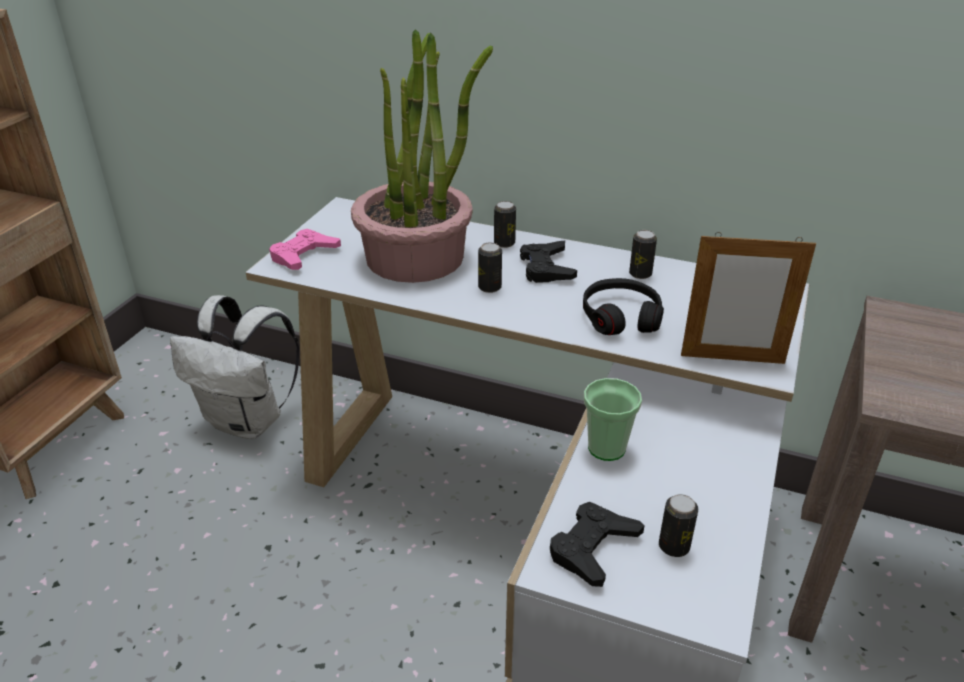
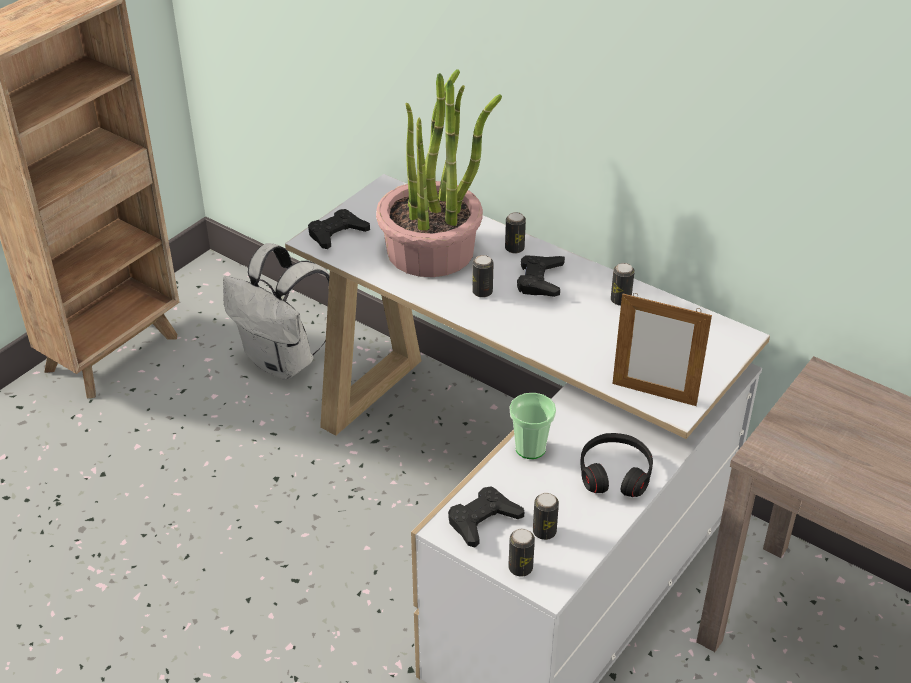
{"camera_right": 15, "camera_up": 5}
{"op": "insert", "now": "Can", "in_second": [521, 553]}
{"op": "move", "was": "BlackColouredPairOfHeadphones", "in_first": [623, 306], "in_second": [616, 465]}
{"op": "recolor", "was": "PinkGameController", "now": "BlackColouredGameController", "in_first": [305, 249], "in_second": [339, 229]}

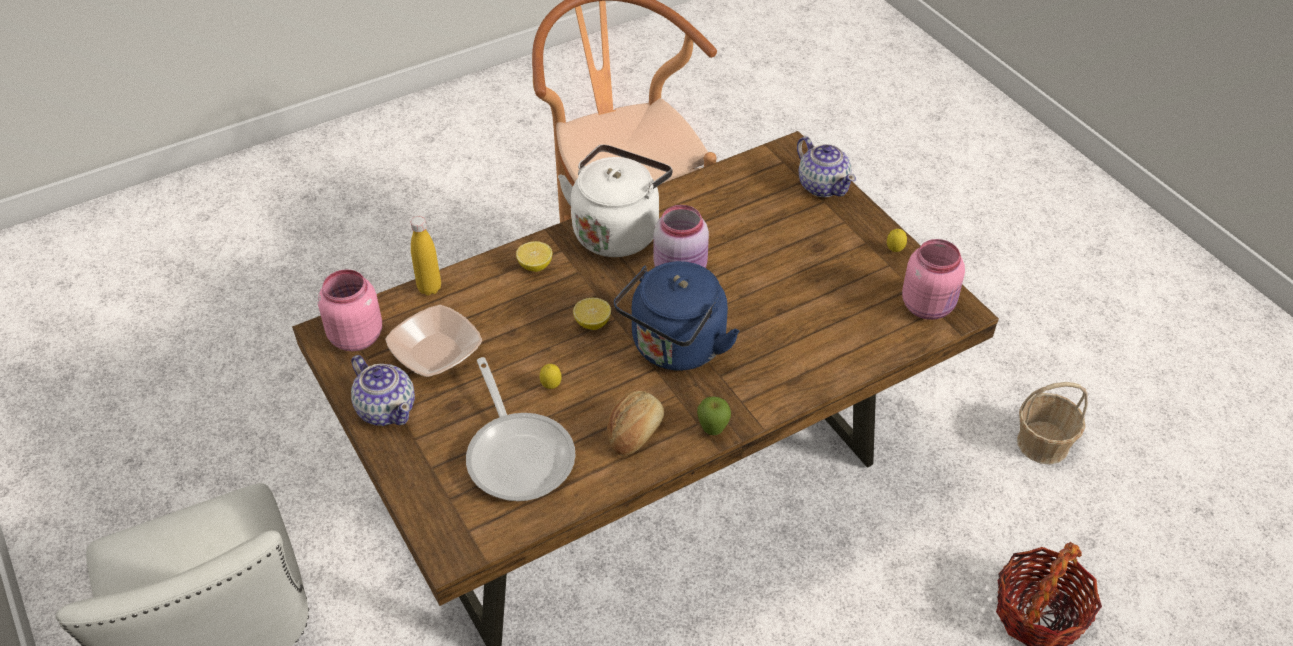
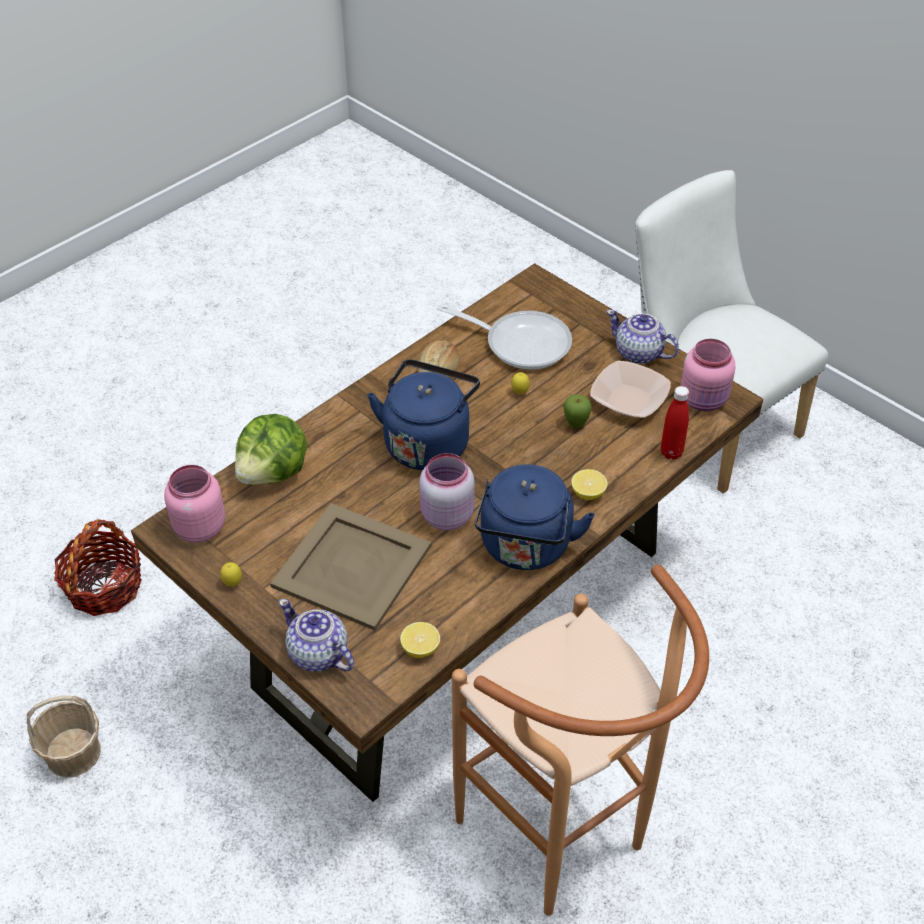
{"camera_right": 165, "camera_up": 0}
{"op": "insert", "now": "LettuceHead", "in_second": [271, 449]}
{"op": "insert", "now": "SandColouredServingTray", "in_second": [351, 566]}
{"op": "move", "was": "WholeLemon", "in_first": [592, 314], "in_second": [420, 640]}
{"op": "move", "was": "AppleFruit", "in_first": [714, 415], "in_second": [577, 411]}
{"op": "recolor", "was": "YellowBeverageBottle", "now": "RedBeverageBottle", "in_first": [426, 255], "in_second": [675, 423]}
{"op": "recolor", "was": "WhitishWaterKettle", "now": "BluishWaterKettle", "in_first": [615, 200], "in_second": [535, 517]}
{"op": "rotate", "was": "Pan", "in_first": [521, 429], "in_second": [504, 337], "clockwise": 150}

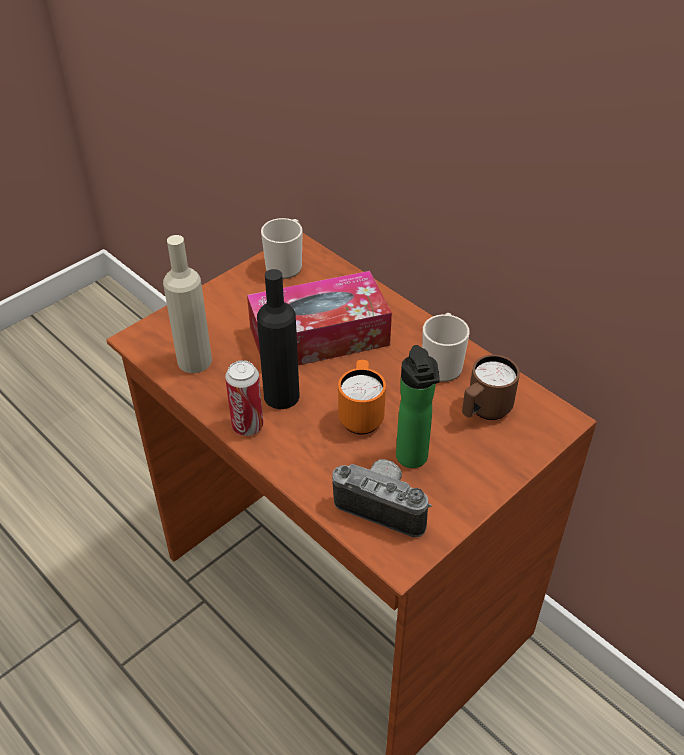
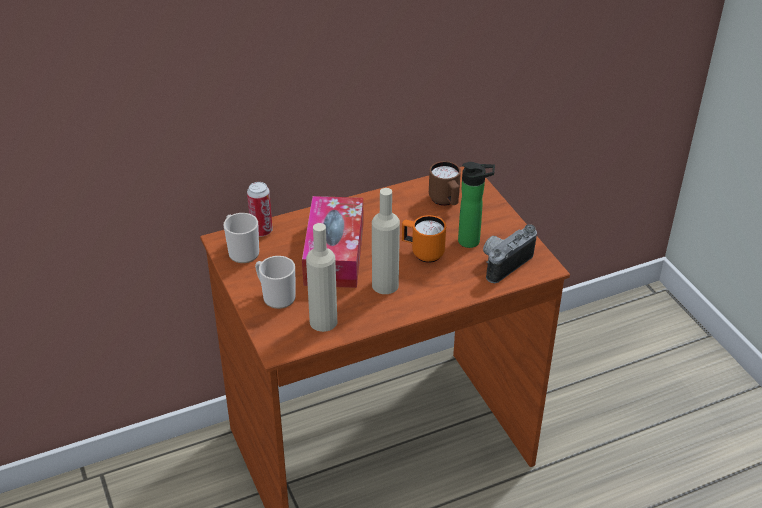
{"camera_right": -70, "camera_up": -5}
{"op": "move", "was": "Can", "in_first": [244, 398], "in_second": [260, 209]}
{"op": "move", "was": "Mug", "in_first": [446, 347], "in_second": [275, 282]}
{"op": "recolor", "was": "BlackColouredBeverageBottle", "now": "SandColouredBeverageBottle", "in_first": [278, 339], "in_second": [386, 241]}

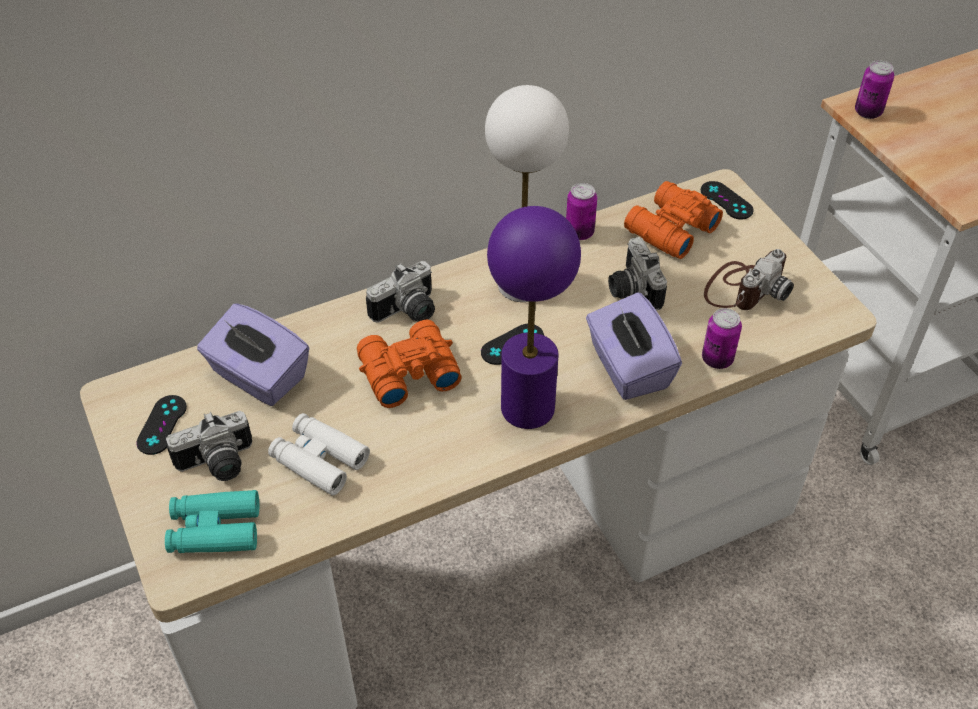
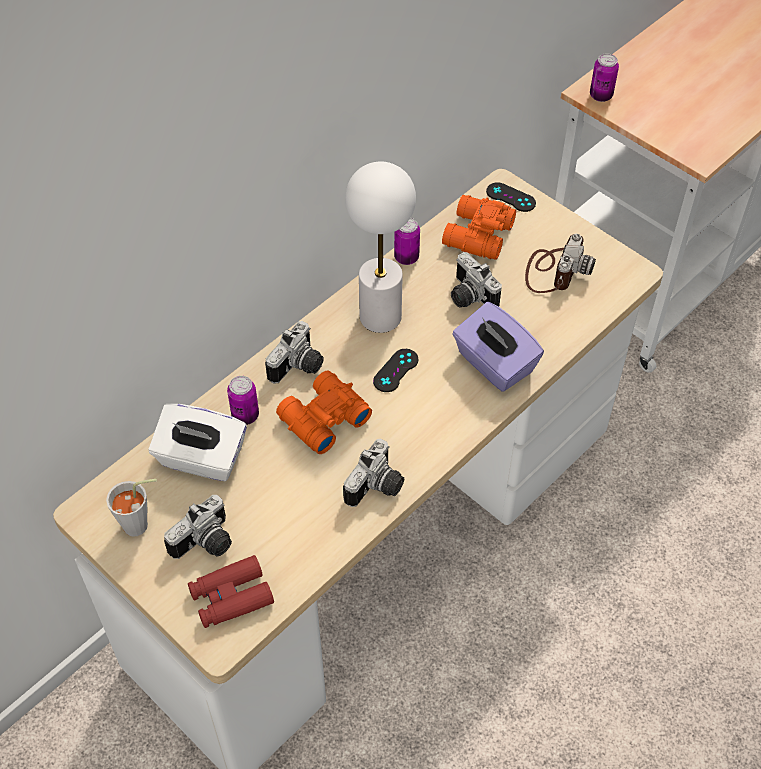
{"camera_right": -20, "camera_up": 5}
{"op": "delete", "was": "WhitishPairOfBinoculars", "in_first": [319, 454]}
{"op": "delete", "was": "PurplishTabletopLamp", "in_first": [534, 317]}
{"op": "insert", "now": "StillCamera", "in_second": [373, 473]}
{"op": "move", "was": "Can", "in_first": [722, 338], "in_second": [243, 400]}
{"op": "replace", "was": "BlackColouredGameController", "now": "GrayDrinkingCup", "in_first": [161, 425], "in_second": [131, 508]}
{"op": "recolor", "was": "TurquoisePairOfBinoculars", "now": "RedPairOfBinoculars", "in_first": [212, 521], "in_second": [231, 591]}
{"op": "recolor", "was": "PurplishTissueHolder", "now": "WhitishTissueHolder", "in_first": [253, 354], "in_second": [198, 442]}

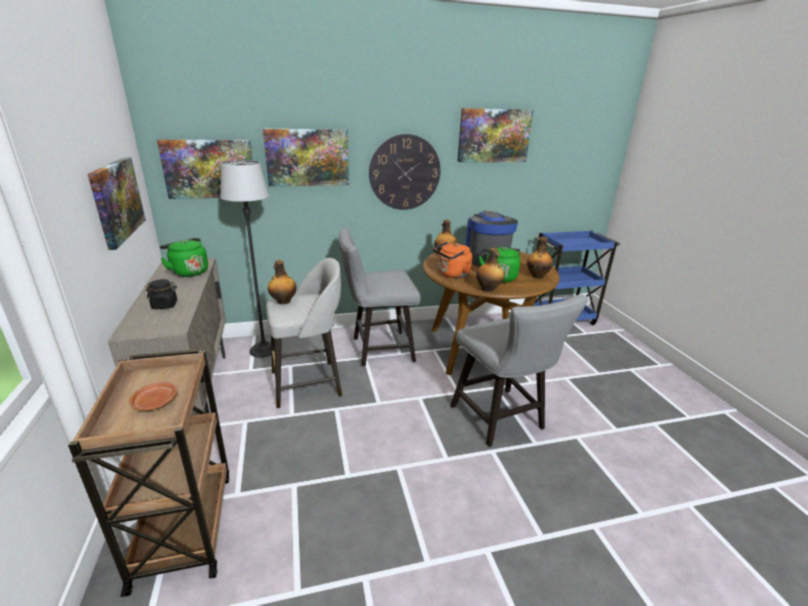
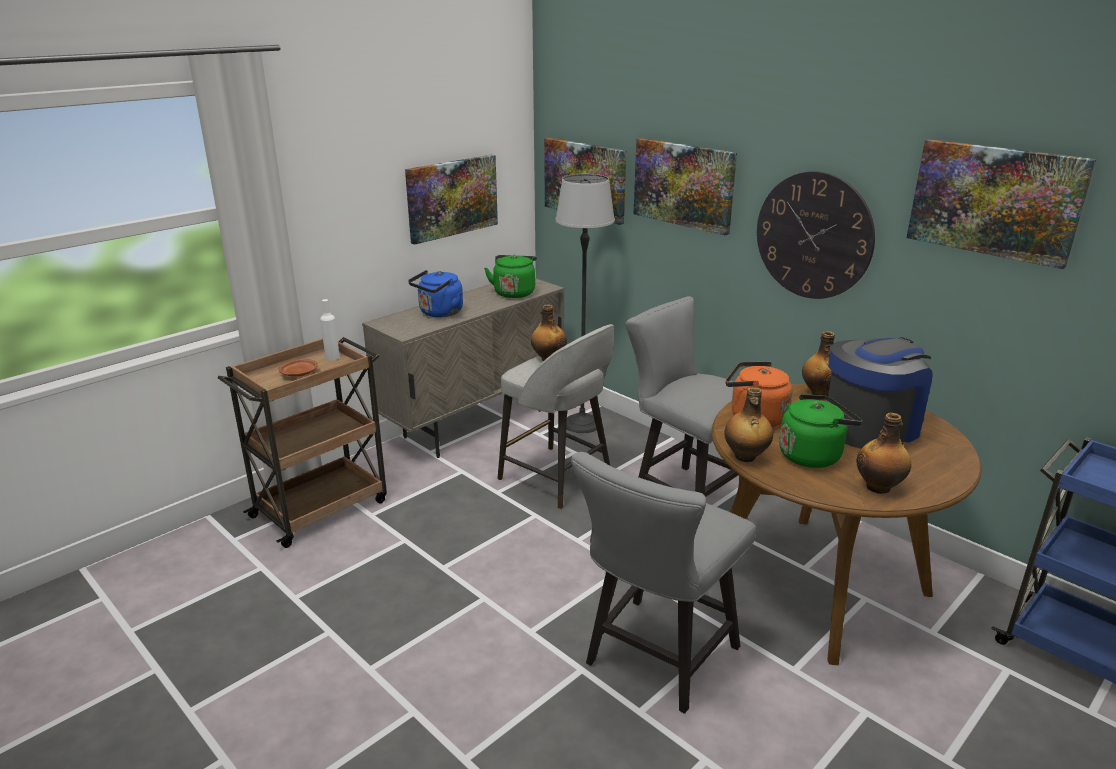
{"camera_right": 60, "camera_up": 0}
{"op": "insert", "now": "WhitishBeverageBottle", "in_second": [330, 329]}
{"op": "replace", "was": "BlackColouredPreserveJar", "now": "BluishWaterKettle", "in_first": [161, 294], "in_second": [435, 293]}

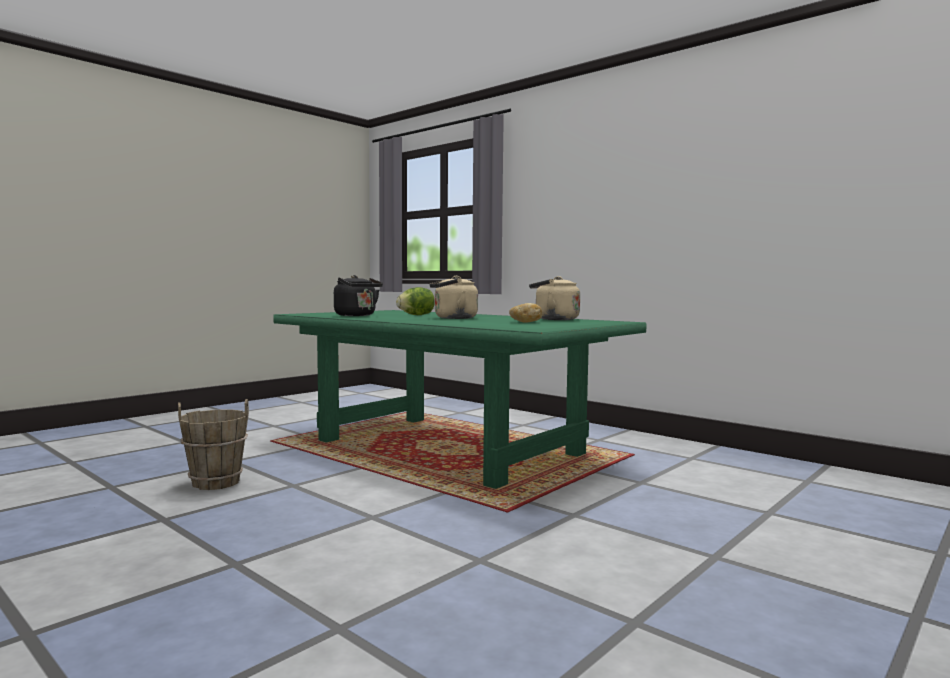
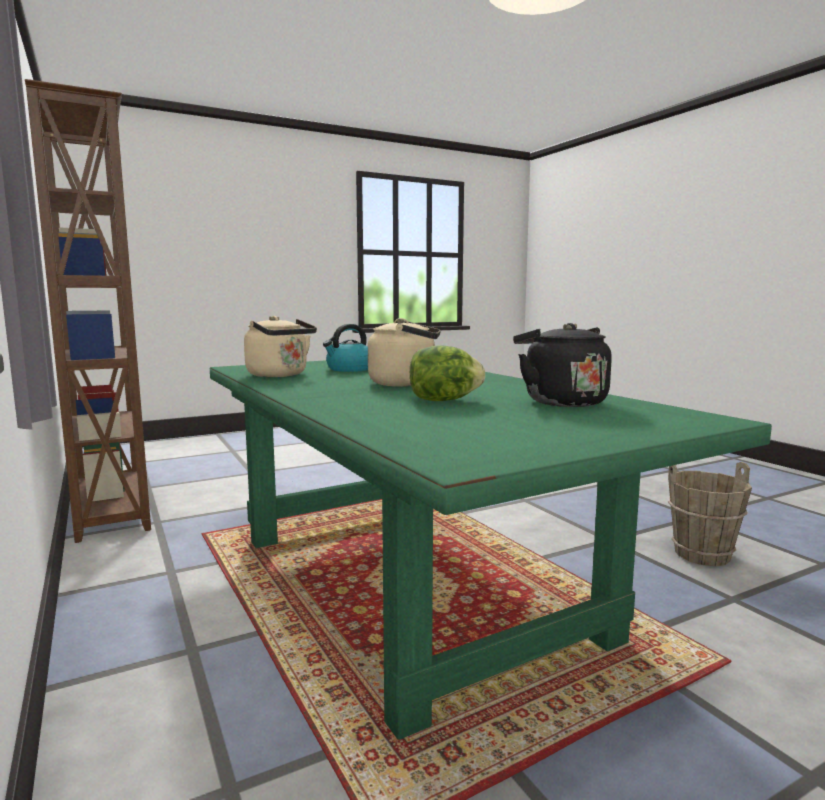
{"camera_right": -160, "camera_up": 5}
{"op": "insert", "now": "BrownishShelvingUnit", "in_second": [88, 311]}
{"op": "replace", "was": "BakeryBread", "now": "WaterKettle", "in_first": [526, 313], "in_second": [345, 348]}

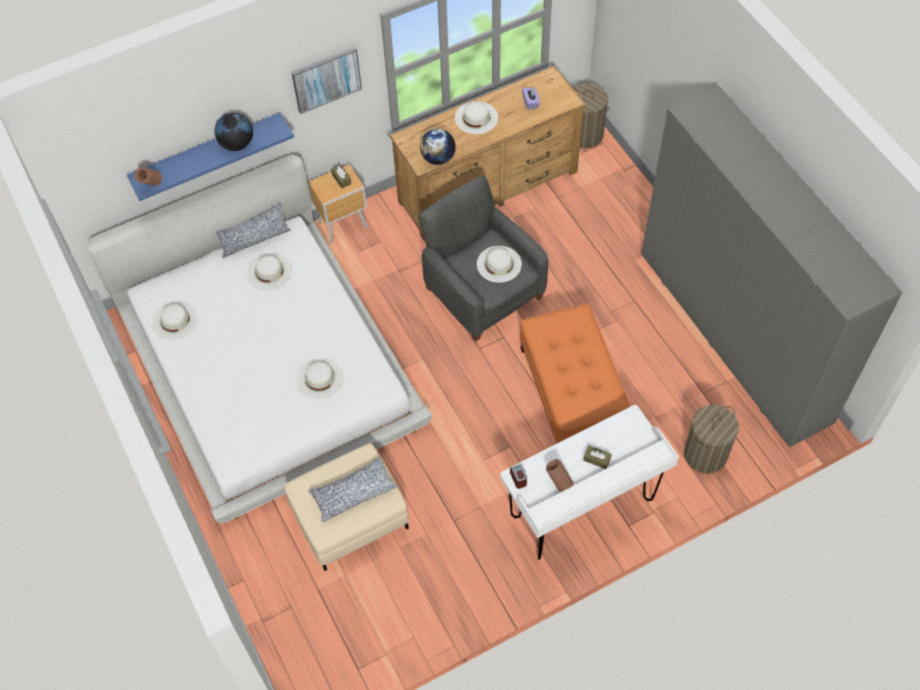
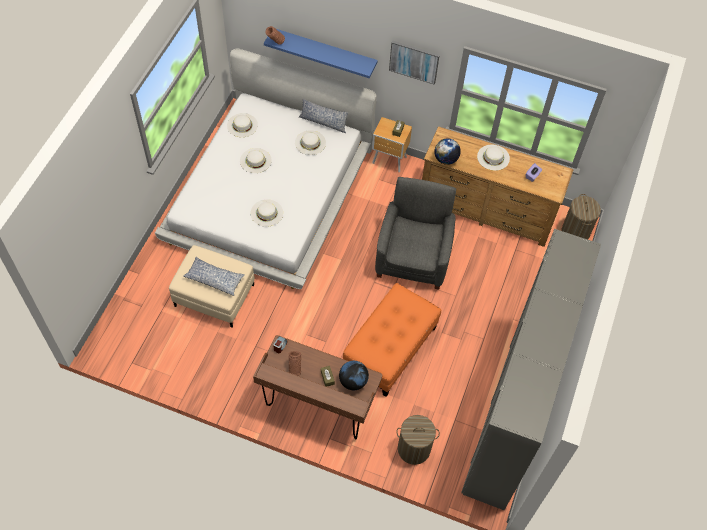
{"camera_right": 45, "camera_up": 0}
{"op": "move", "was": "DeskGlobe", "in_first": [234, 131], "in_second": [354, 375]}
{"op": "move", "was": "WhitishHat", "in_first": [499, 264], "in_second": [256, 160]}
{"op": "recolor", "was": "WhitishDesk", "now": "BrownishDesk", "in_first": [589, 482], "in_second": [317, 387]}

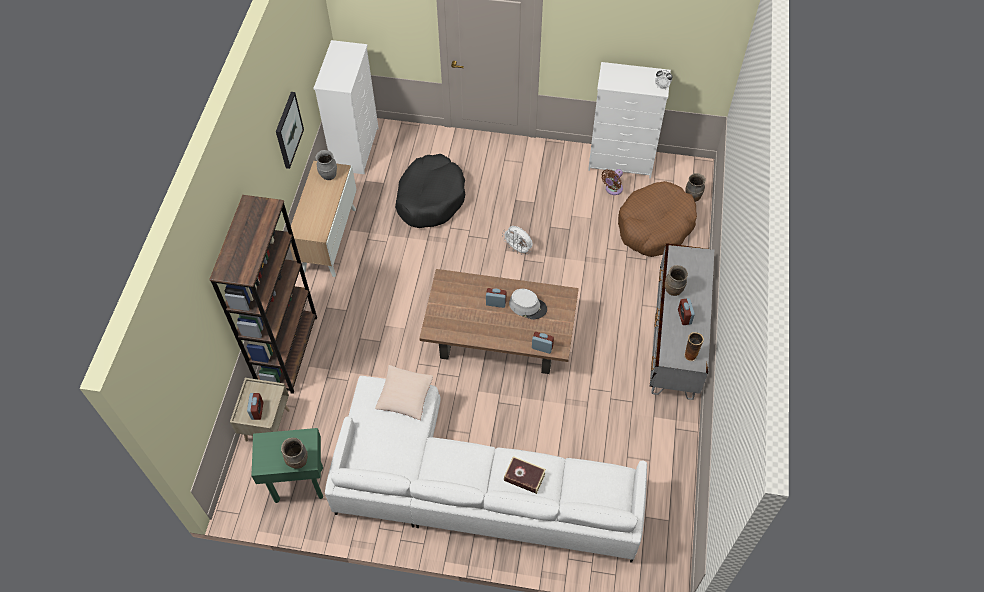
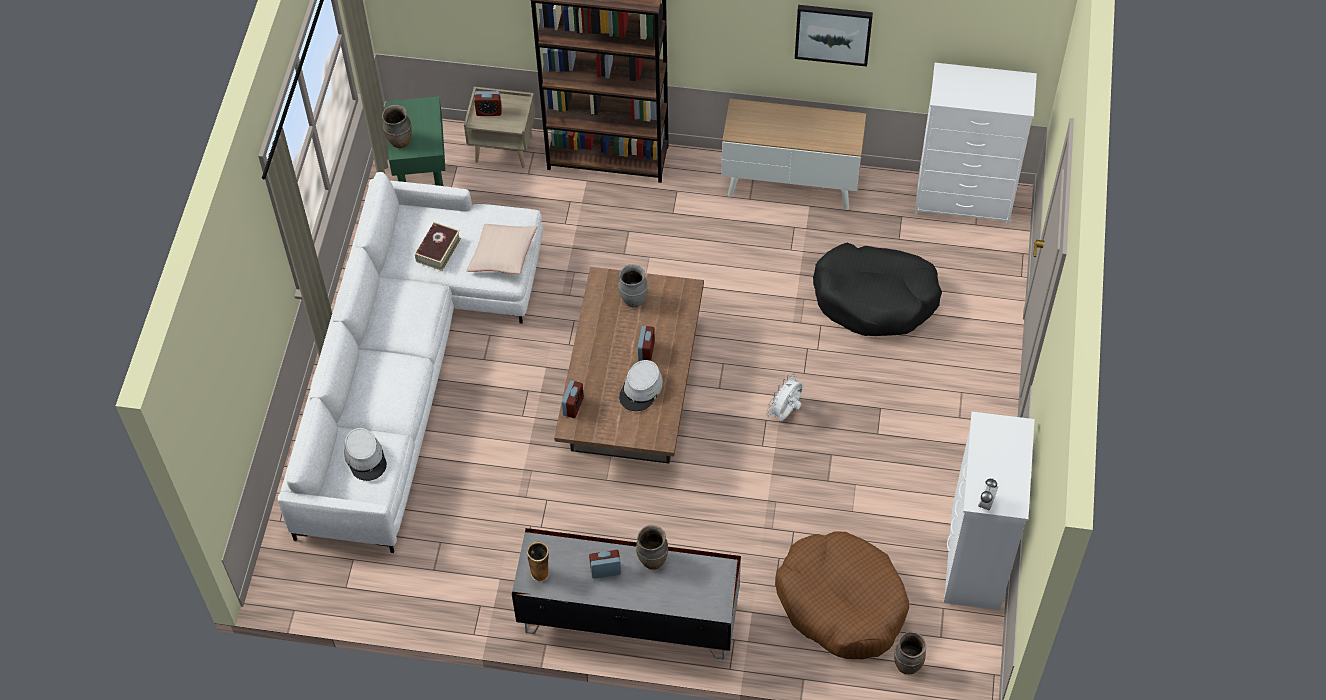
{"camera_right": 90, "camera_up": 0}
{"op": "delete", "was": "BrownishFan", "in_first": [612, 182]}
{"op": "insert", "now": "GrayHat", "in_second": [365, 454]}
{"op": "move", "was": "GrayFlowerVase", "in_first": [326, 165], "in_second": [633, 285]}
{"op": "move", "was": "Book", "in_first": [525, 475], "in_second": [438, 246]}

